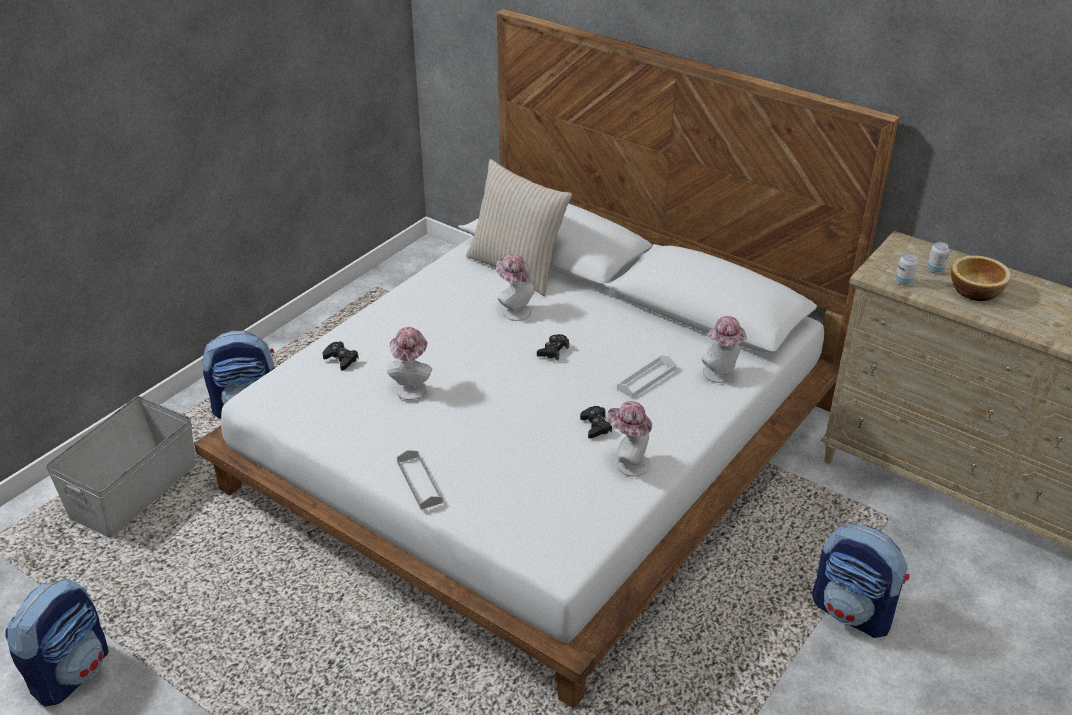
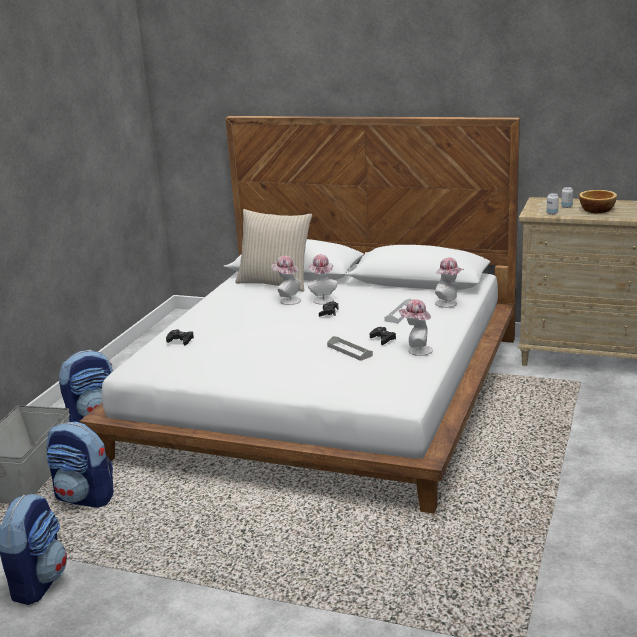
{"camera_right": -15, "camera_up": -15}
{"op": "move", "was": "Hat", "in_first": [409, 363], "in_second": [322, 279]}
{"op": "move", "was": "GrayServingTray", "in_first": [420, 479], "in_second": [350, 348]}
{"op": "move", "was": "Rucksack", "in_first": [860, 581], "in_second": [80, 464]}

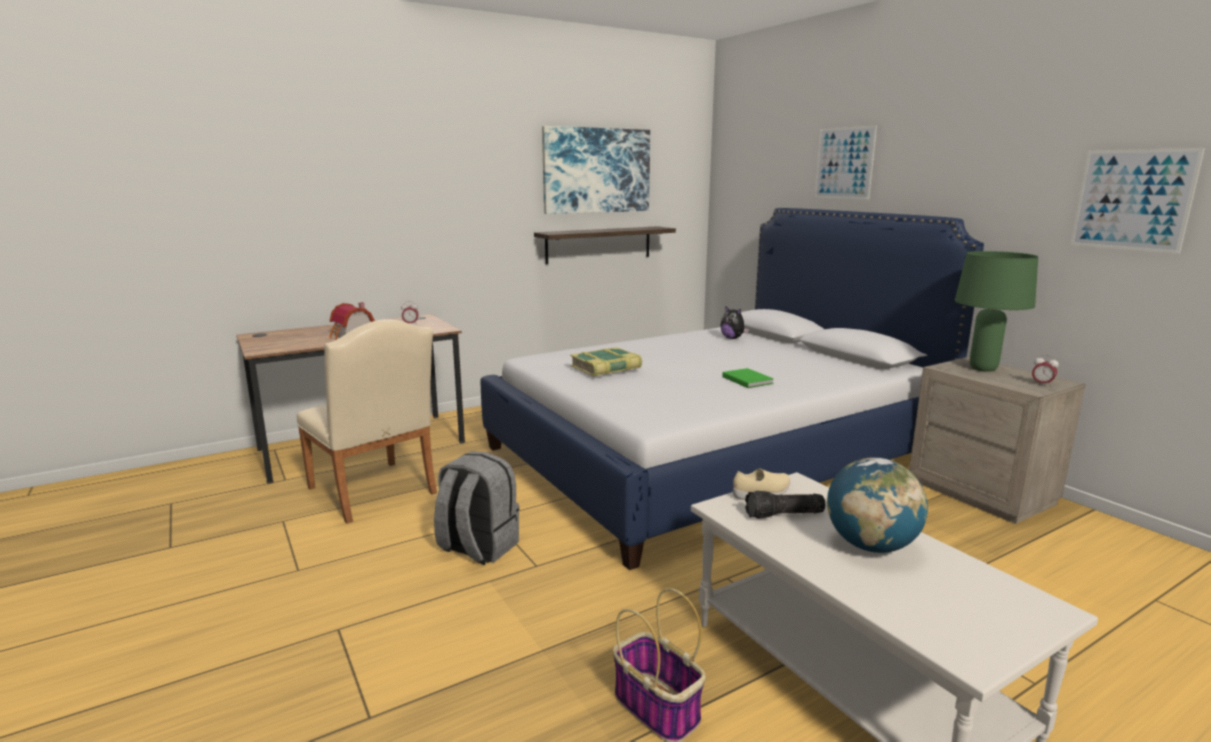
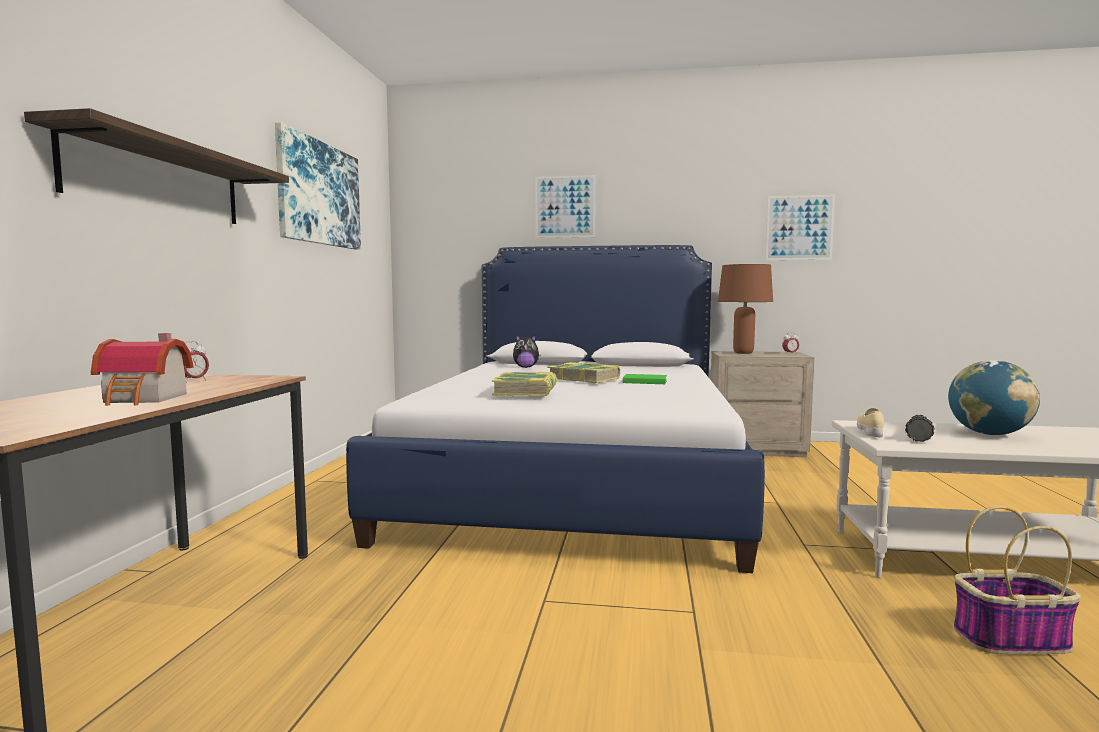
{"camera_right": -50, "camera_up": -10}
{"op": "delete", "was": "SandColouredPlainChair", "in_first": [367, 421]}
{"op": "delete", "was": "GrayRucksack", "in_first": [476, 508]}
{"op": "insert", "now": "Book", "in_second": [584, 372]}
{"op": "move", "was": "BracketShelf", "in_first": [605, 245], "in_second": [156, 166]}
{"op": "recolor", "was": "GreenTabletopLamp", "now": "BrownishTabletopLamp", "in_first": [996, 311], "in_second": [745, 309]}

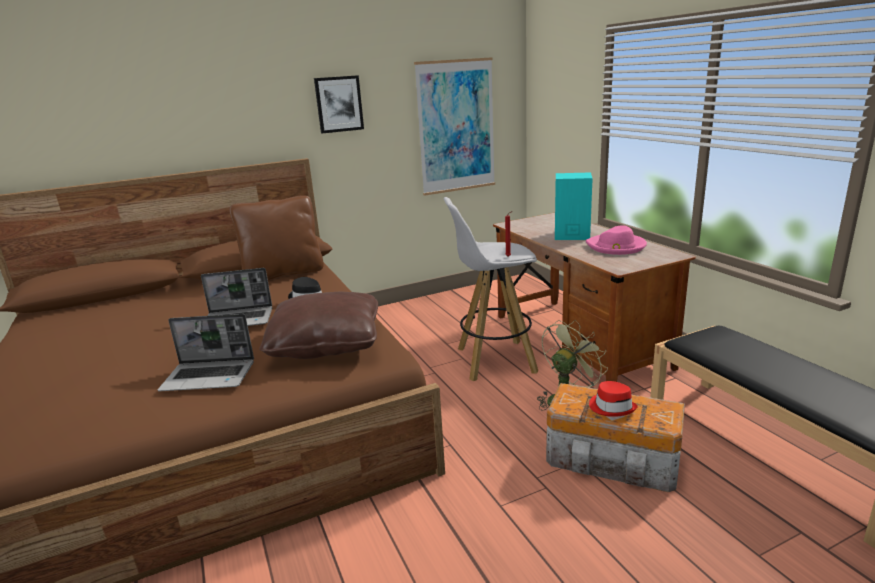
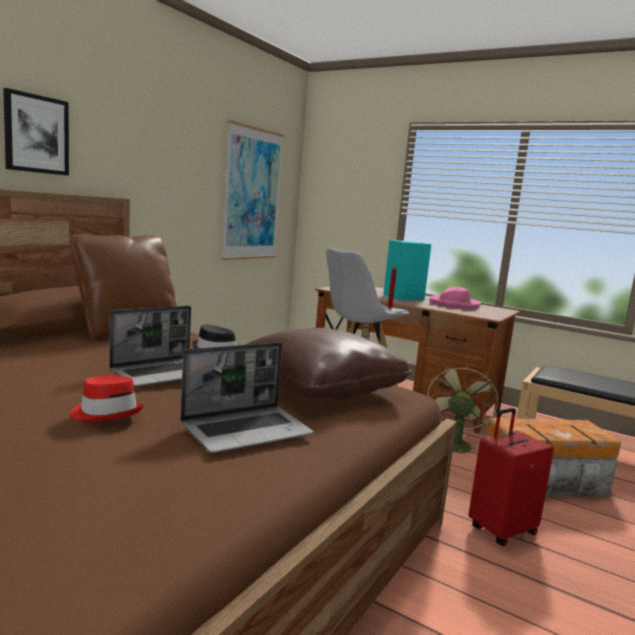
{"camera_right": -35, "camera_up": -10}
{"op": "insert", "now": "RedTravelCase", "in_second": [511, 477]}
{"op": "move", "was": "Picture", "in_first": [339, 104], "in_second": [36, 132]}
{"op": "move", "was": "RedHat", "in_first": [613, 399], "in_second": [107, 398]}

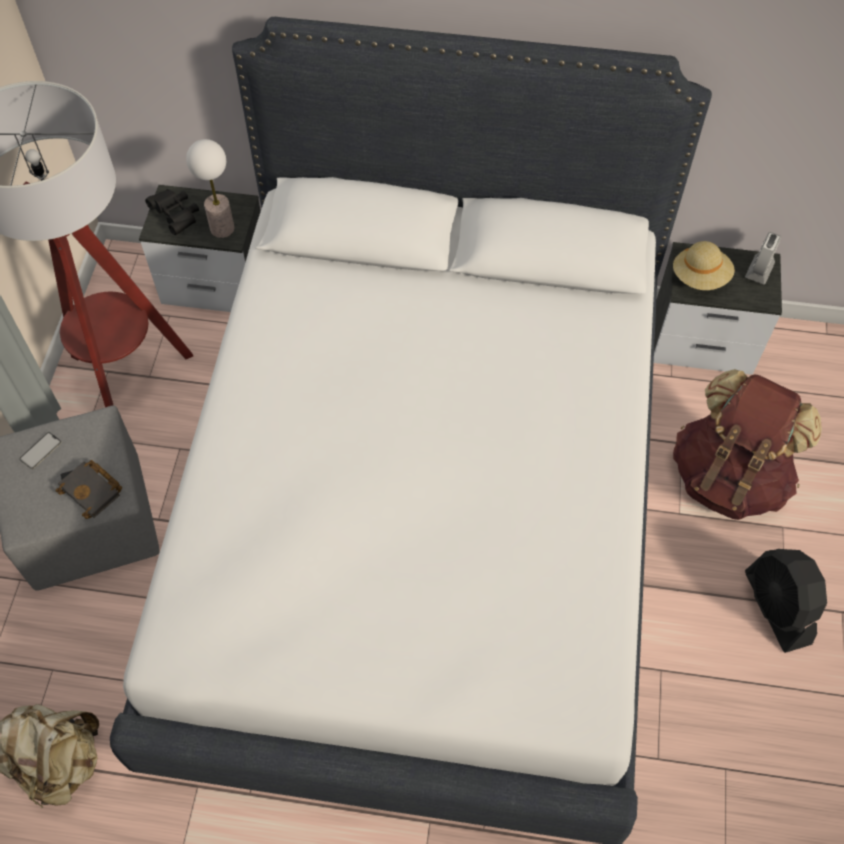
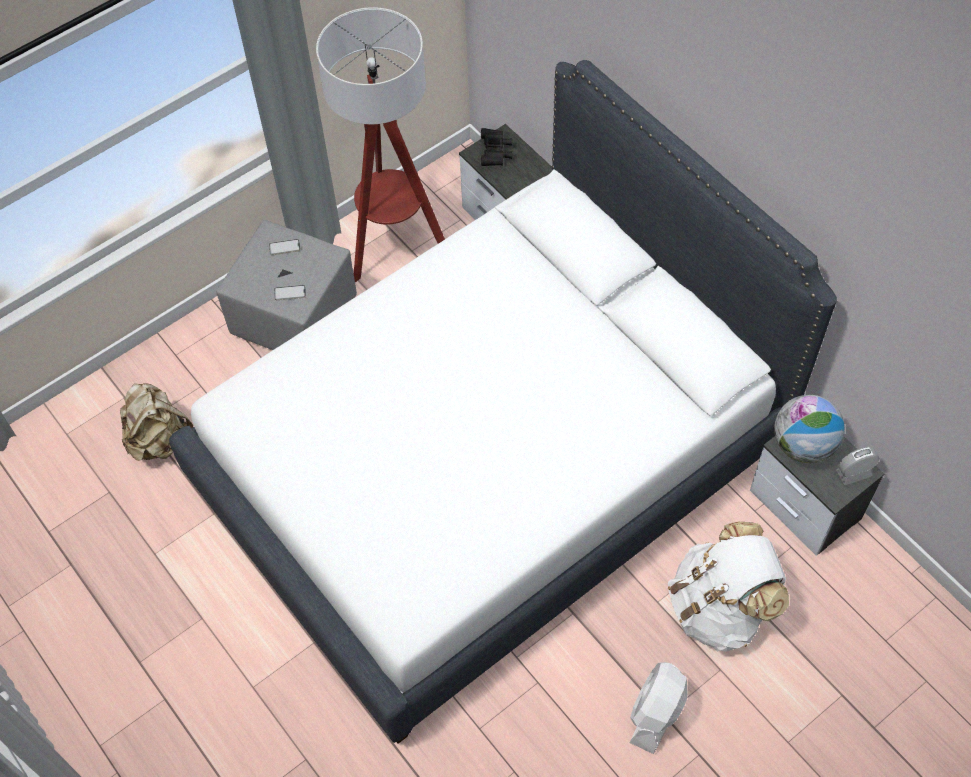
{"camera_right": 45, "camera_up": 0}
{"op": "delete", "was": "TabletopLamp", "in_first": [210, 188]}
{"op": "replace", "was": "BlackColouredBook", "now": "Telephone", "in_first": [89, 489], "in_second": [290, 292]}
{"op": "replace", "was": "SandColouredHat", "now": "DeskGlobe", "in_first": [704, 265], "in_second": [809, 429]}
{"op": "recolor", "was": "BrownishRucksack", "now": "WhitishRucksack", "in_first": [747, 444], "in_second": [728, 587]}
{"op": "recolor", "was": "BlackColouredFan", "now": "WhitishFan", "in_first": [786, 601], "in_second": [659, 708]}

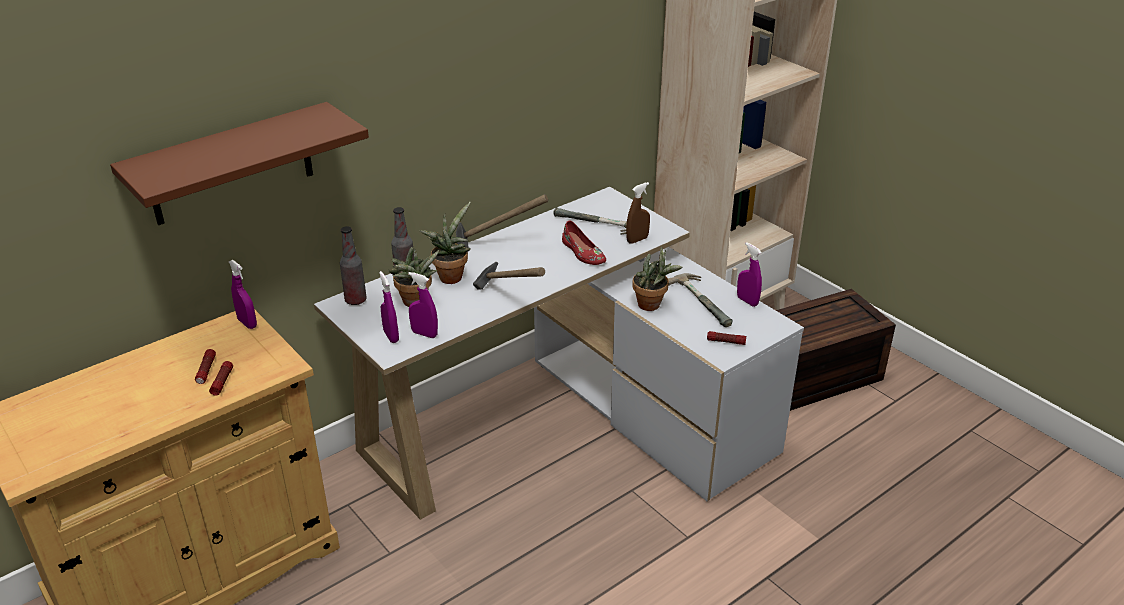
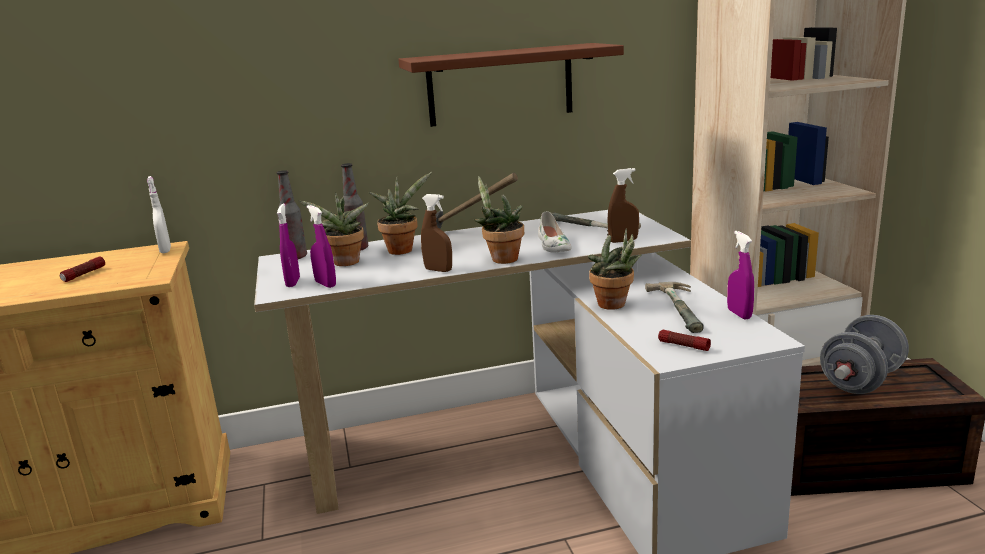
{"camera_right": 25, "camera_up": -15}
{"op": "delete", "was": "Flashlight", "in_first": [221, 378]}
{"op": "insert", "now": "PlantInAPot", "in_second": [499, 220]}
{"op": "insert", "now": "GrayFreeWeight", "in_second": [864, 354]}
{"op": "move", "was": "BrownishBracketShelf", "in_first": [239, 163], "in_second": [511, 85]}
{"op": "replace", "was": "HandHammer", "now": "BrownishHandSprayer", "in_first": [509, 276], "in_second": [436, 233]}
{"op": "recolor", "was": "PurplishHandSprayer", "now": "WhitishHandSprayer", "in_first": [243, 294], "in_second": [159, 214]}
{"op": "recolor", "was": "RedLowShoe", "now": "WhitishLowShoe", "in_first": [584, 243], "in_second": [554, 232]}

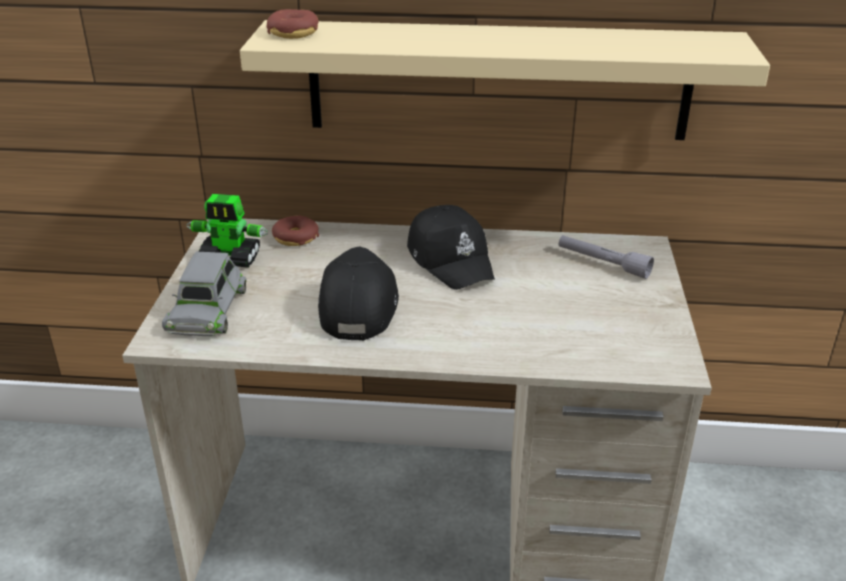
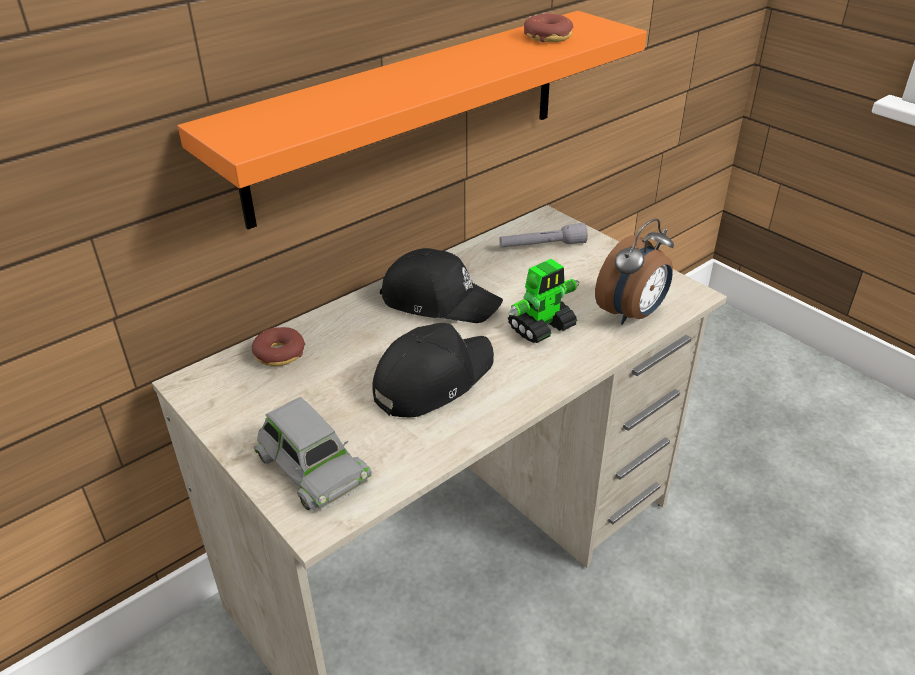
{"camera_right": -45, "camera_up": 5}
{"op": "insert", "now": "AlarmClock", "in_second": [634, 271]}
{"op": "move", "was": "RobotFigure", "in_first": [227, 230], "in_second": [543, 301]}
{"op": "move", "was": "Doughnut", "in_first": [292, 24], "in_second": [548, 27]}
{"op": "recolor", "was": "SandColouredBracketShelf", "now": "OrangeBracketShelf", "in_first": [505, 80], "in_second": [412, 120]}
{"op": "rotate", "was": "BlackColouredPeakedCap", "in_first": [358, 293], "in_second": [433, 370], "clockwise": 90}

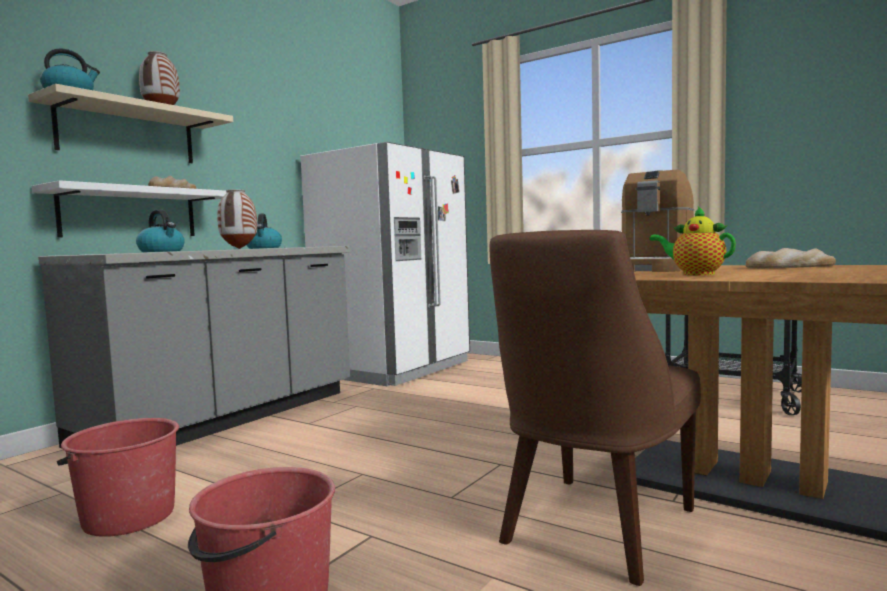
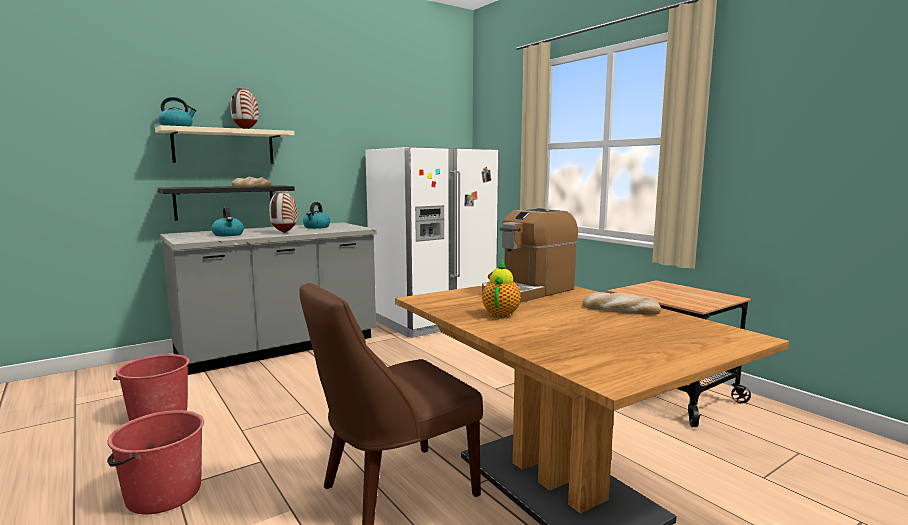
{"camera_right": 20, "camera_up": 5}
{"op": "recolor", "was": "WhitishBracketShelf", "now": "BlackColouredBracketShelf", "in_first": [129, 209], "in_second": [226, 203]}
{"op": "rotate", "was": "PotForTea", "in_first": [692, 241], "in_second": [501, 289], "clockwise": 45}

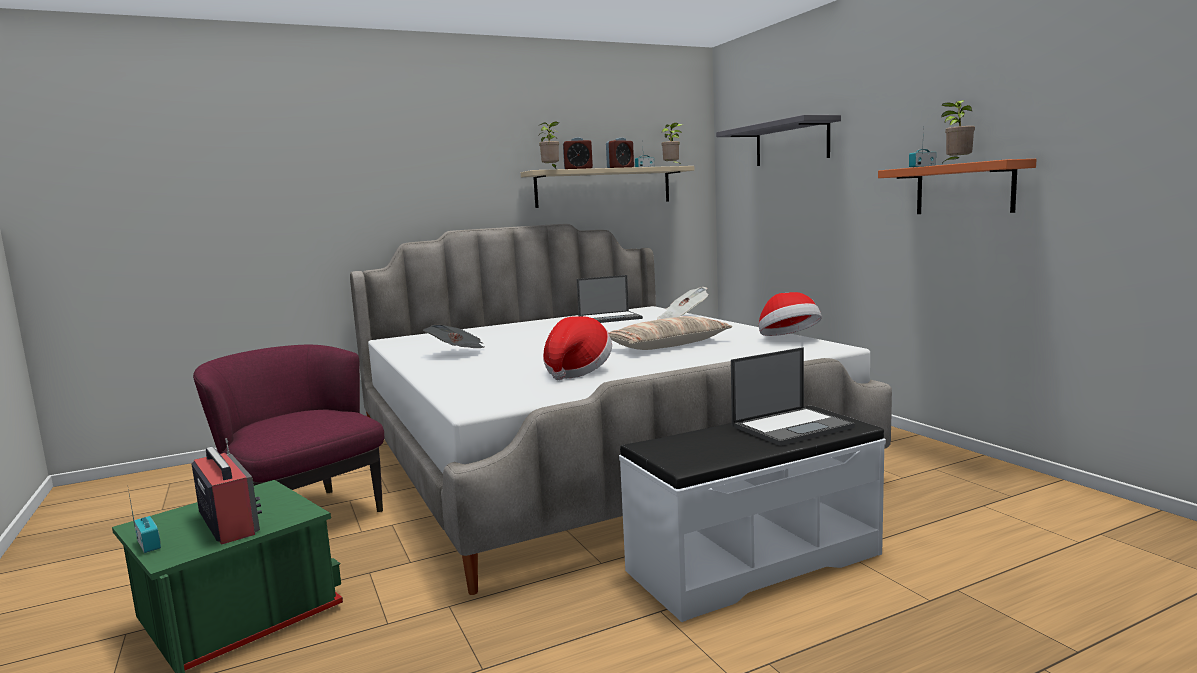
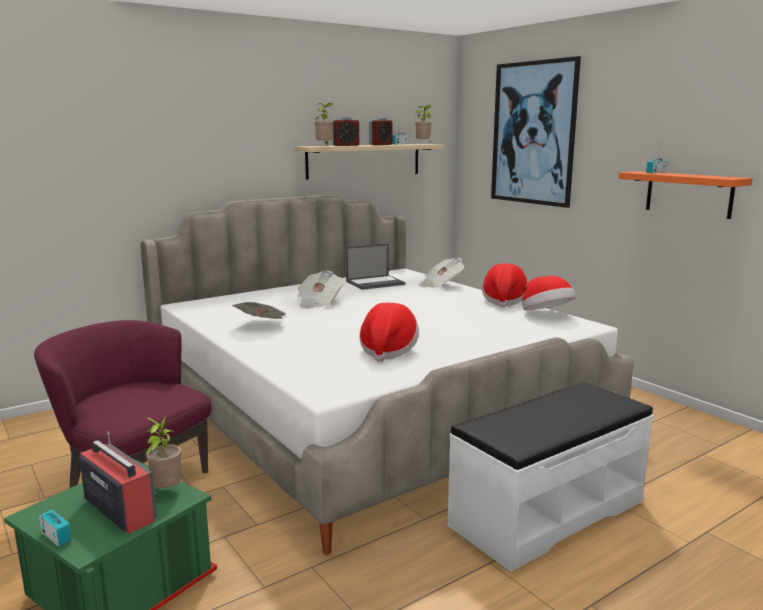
{"camera_right": -10, "camera_up": 5}
{"op": "delete", "was": "ThrowPillow", "in_first": [670, 333]}
{"op": "delete", "was": "PortableComputer", "in_first": [793, 396]}
{"op": "insert", "now": "Newspaper", "in_second": [320, 290]}
{"op": "insert", "now": "Hat", "in_second": [505, 285]}
{"op": "move", "was": "PlantInAPot", "in_first": [958, 132], "in_second": [163, 451]}
{"op": "replace", "was": "GrayBracketShelf", "now": "Picture", "in_first": [778, 140], "in_second": [536, 132]}

